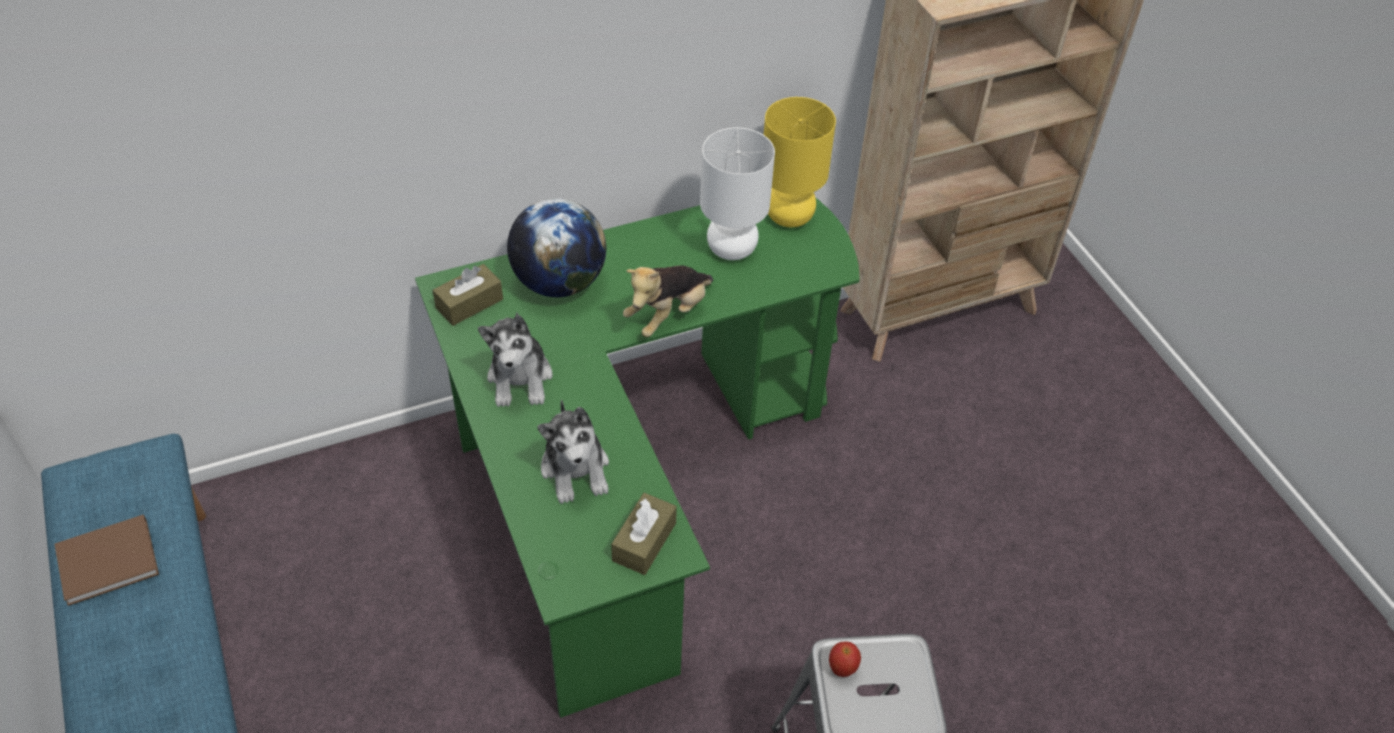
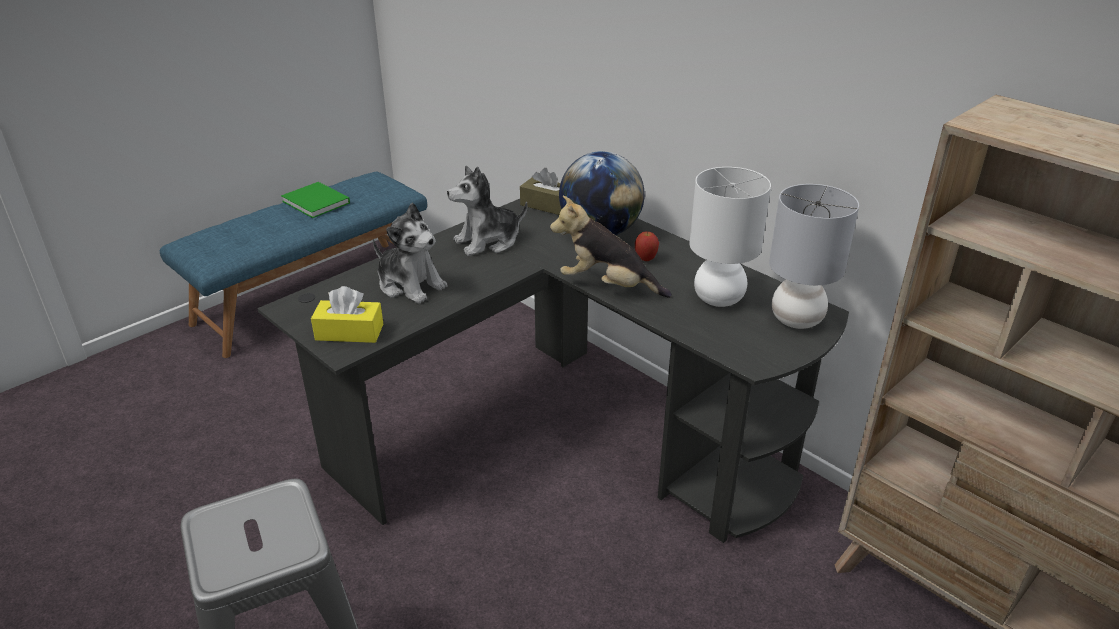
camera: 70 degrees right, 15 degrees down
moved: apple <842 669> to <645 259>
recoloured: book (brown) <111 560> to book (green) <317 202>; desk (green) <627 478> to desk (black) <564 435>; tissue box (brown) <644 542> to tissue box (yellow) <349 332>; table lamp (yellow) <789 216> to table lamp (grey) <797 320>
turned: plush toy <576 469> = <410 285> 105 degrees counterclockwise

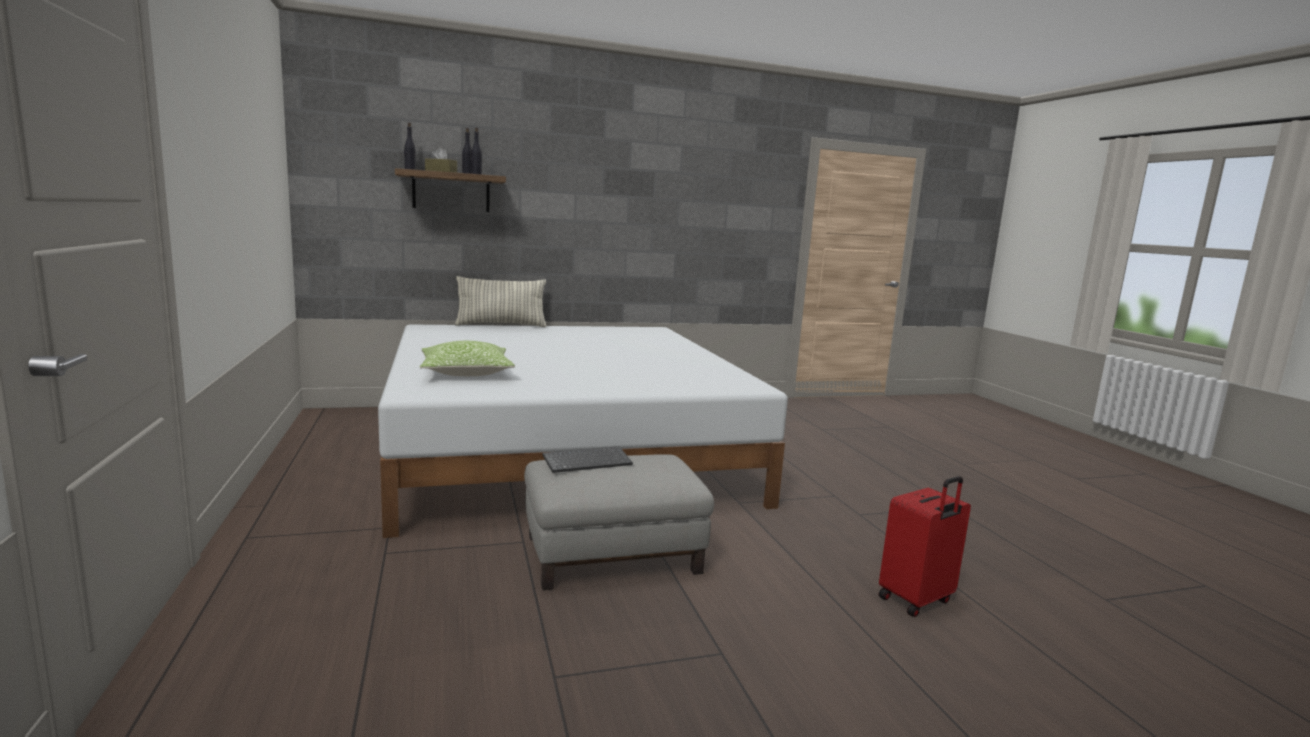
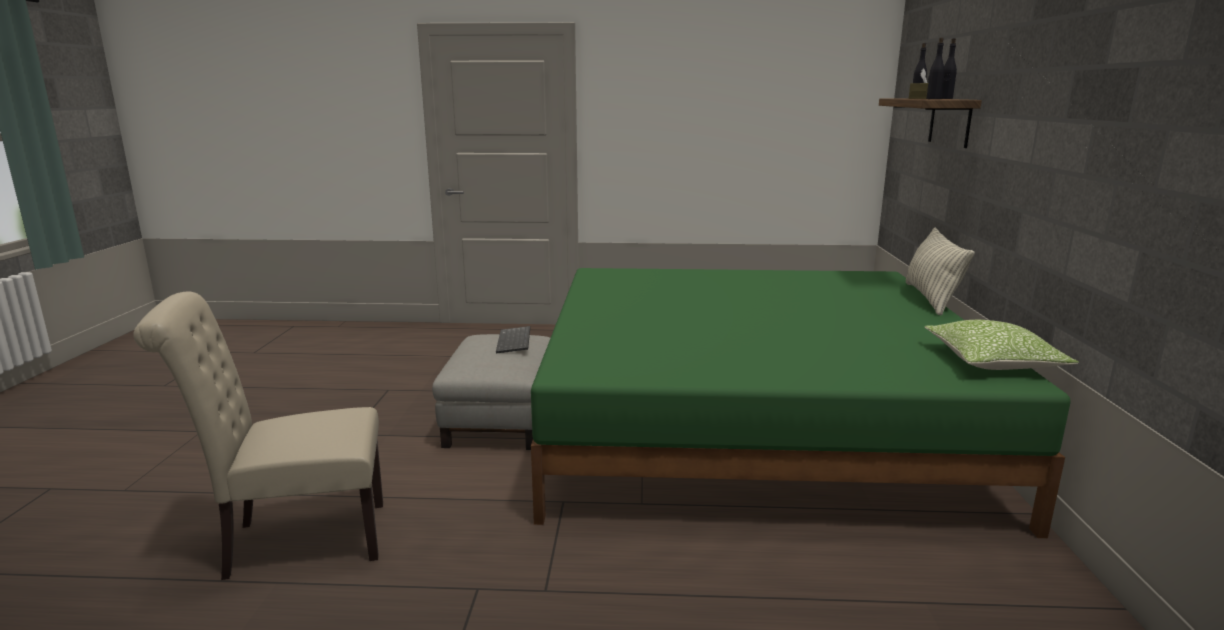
camera: 110 degrees right, 5 degrees up
moved: pillow <466 372> to <993 361>
replaced: suitcase (red) <916 600> to chair (beige) <296 541>
recoloured: bed (white) <564 450> to bed (green) <752 425>

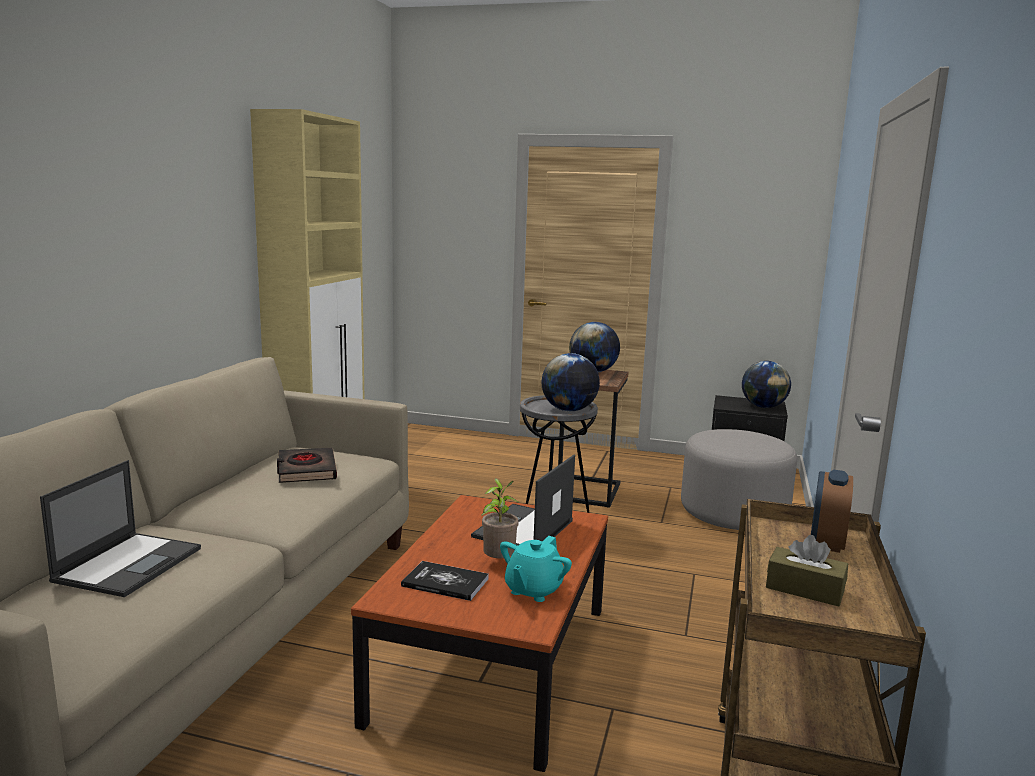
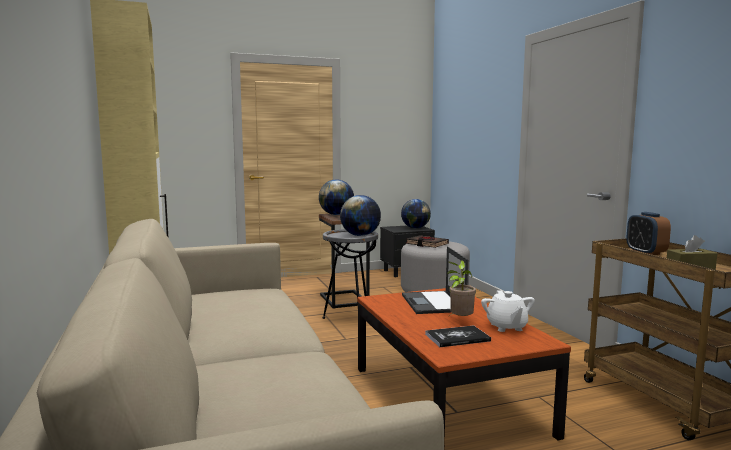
camera: 35 degrees left, 5 degrees down
removed: laptop <129 564>
moved: book (black) <306 470> to <427 244>
recoloured: teapot (turquoise) <533 590> to teapot (white) <506 327>

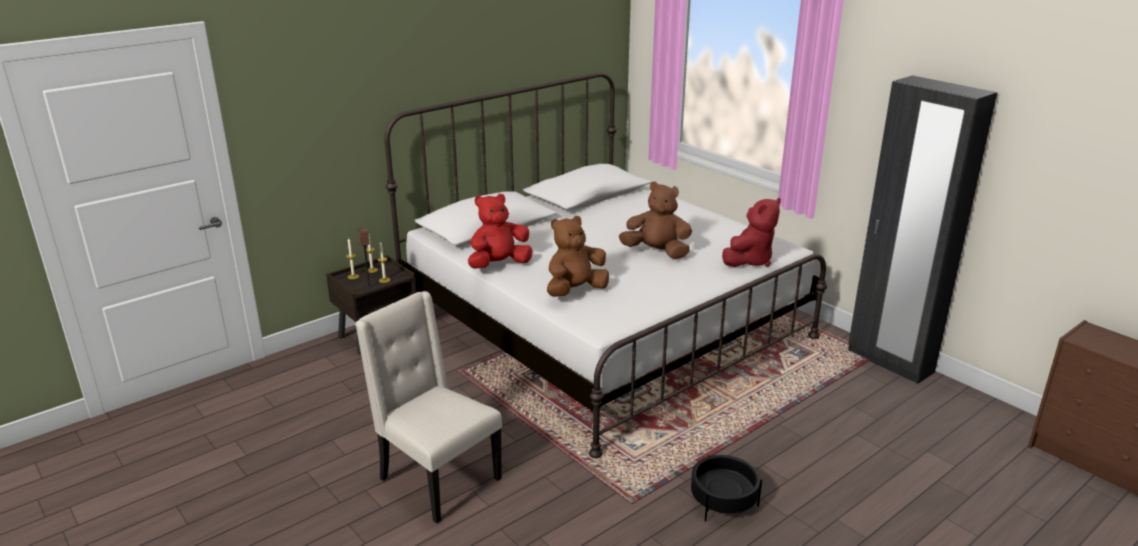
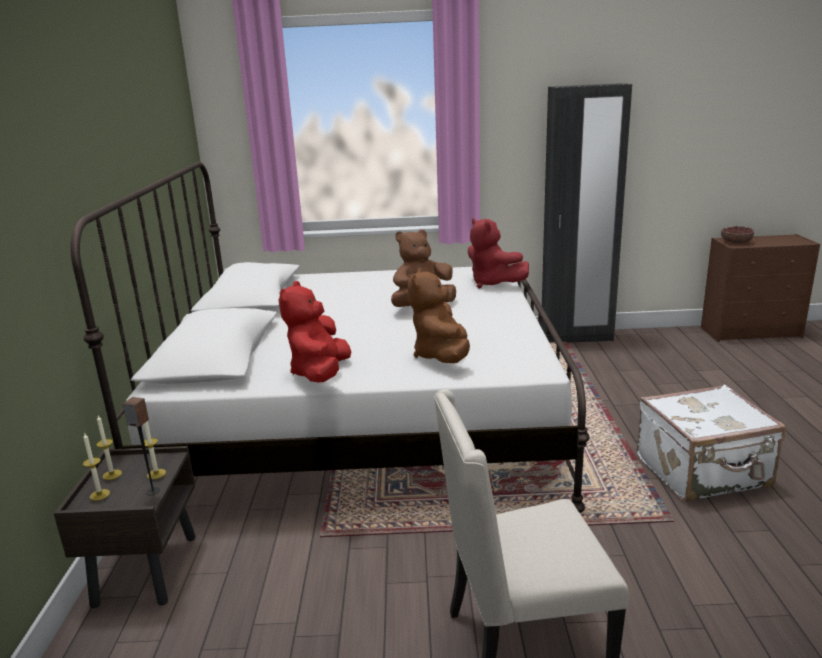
camera: 50 degrees left, 5 degrees down
added: bowl <736 242>
replaced: planter (black) <723 502> to suitcase (white) <703 473>
turned: plush toy (red) <749 260> = <493 283> 150 degrees clockwise

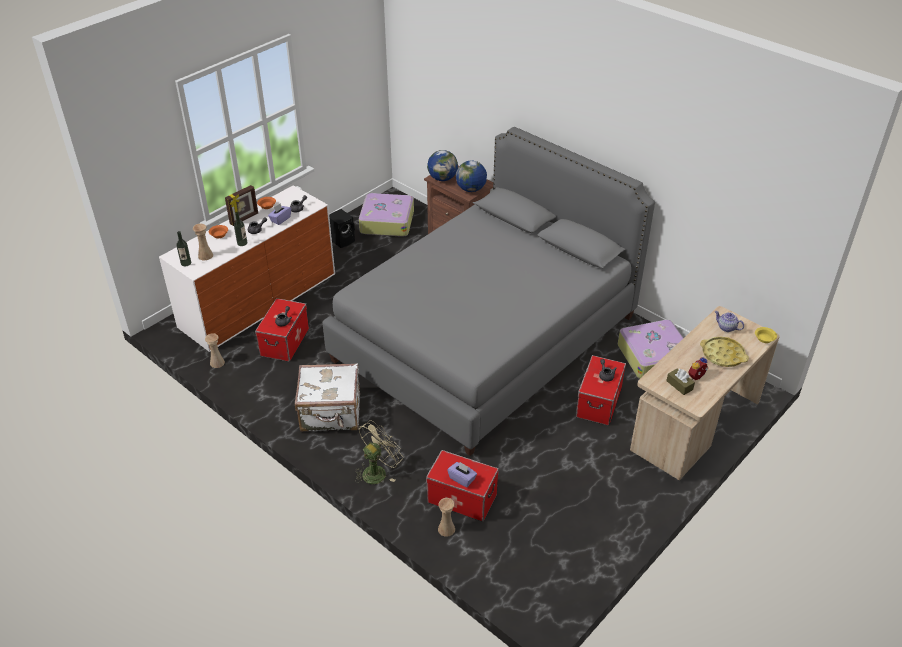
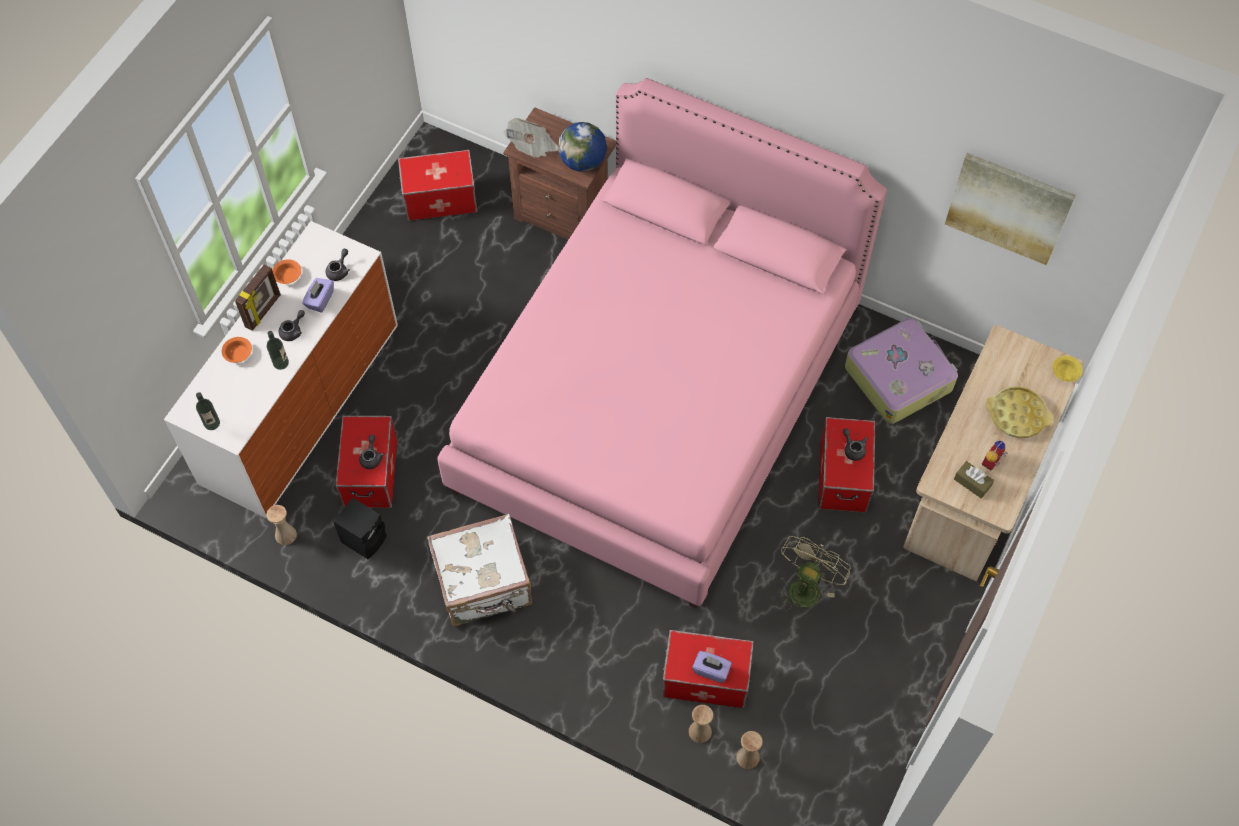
camera: 15 degrees left, 20 degrees up
removed: teapot <726 328>
added: picture <1009 207>
moved: vase (beige) <205 255> to <747 757>; speaker (black) <343 240> to <365 538>; fan (beige) <377 471> to <806 586>
replaced: suitcase <386 221> to storage box <440 199>; globe <442 178> to newspaper <532 147>
recoloured: bed (grey) <485 338> to bed (pink) <657 398>

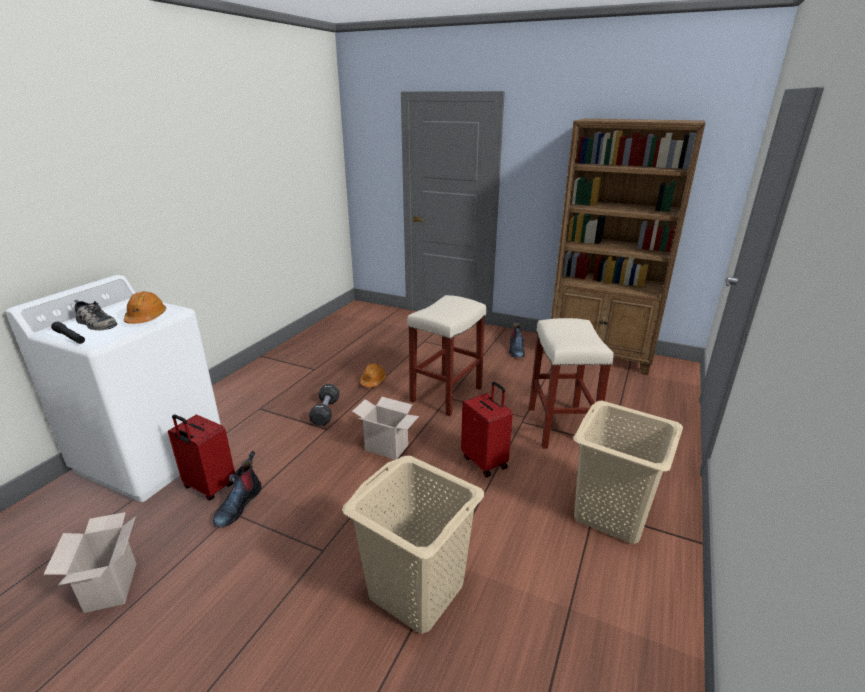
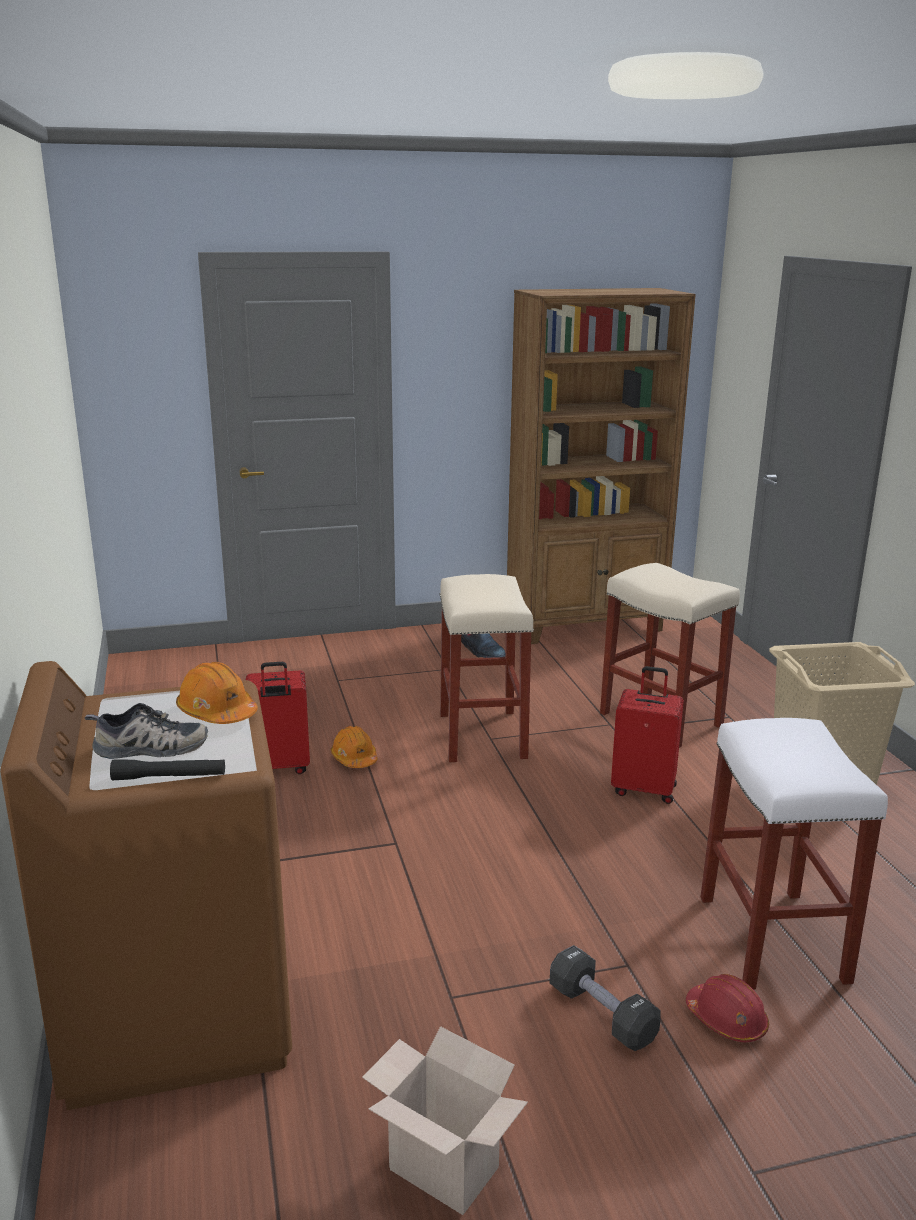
camera: 40 degrees left, 5 degrees down
removed: boot <238 505>; cardboard box <388 447>
added: hard hat (red) <726 1020>
moved: suitcase (red) <209 487> to <279 768>; dumbbell (black) <325 412> to <602 1014>
replaced: laundry basket (beige) <416 591> to stool (white) <774 940>
recoloured: washing machine (white) <152 456> to washing machine (brown) <176 1011>

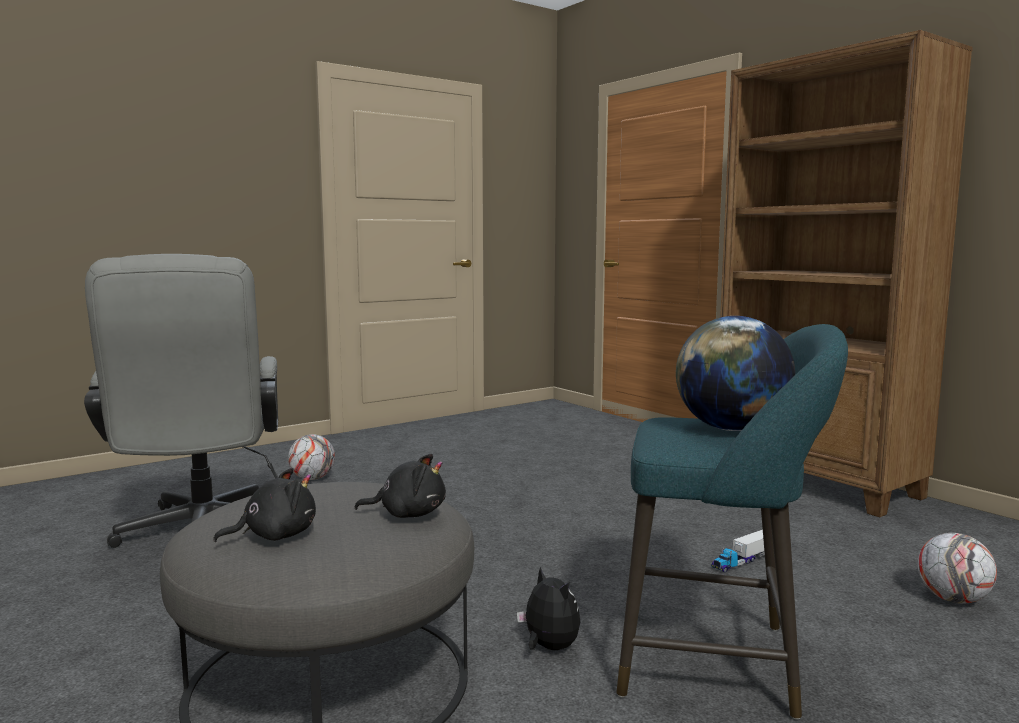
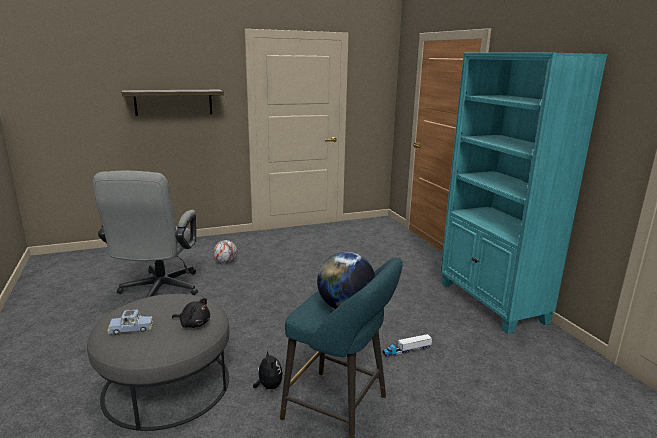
camera: 15 degrees right, 10 degrees up
removed: football <953 599>
added: shelf <173 102>
replaced: plush toy (black) <275 536> to toy car (blue) <131 329>
recoloured: bookcase (brown) <816 483> to bookcase (turquoise) <491 303>

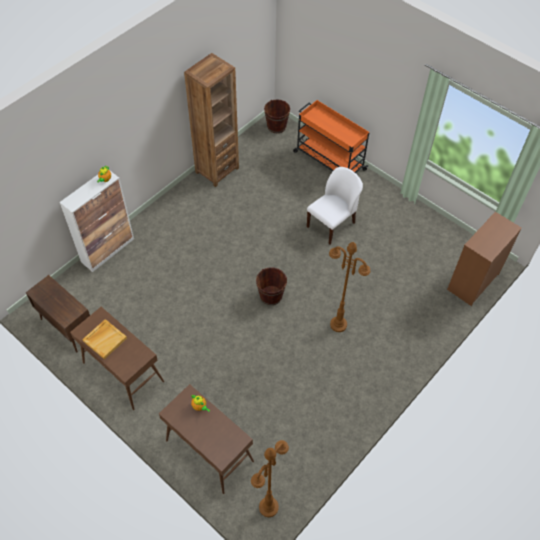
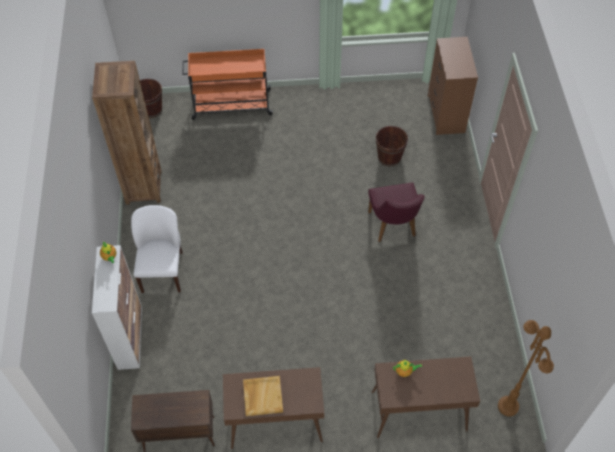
camera: 45 degrees left, 0 degrees up
moved: bucket (brown) <271 296> to <389 157>; chair (white) <332 224> to <162 271>
replaced: floor lamp (brown) <338 324> to chair (purple) <393 227>

